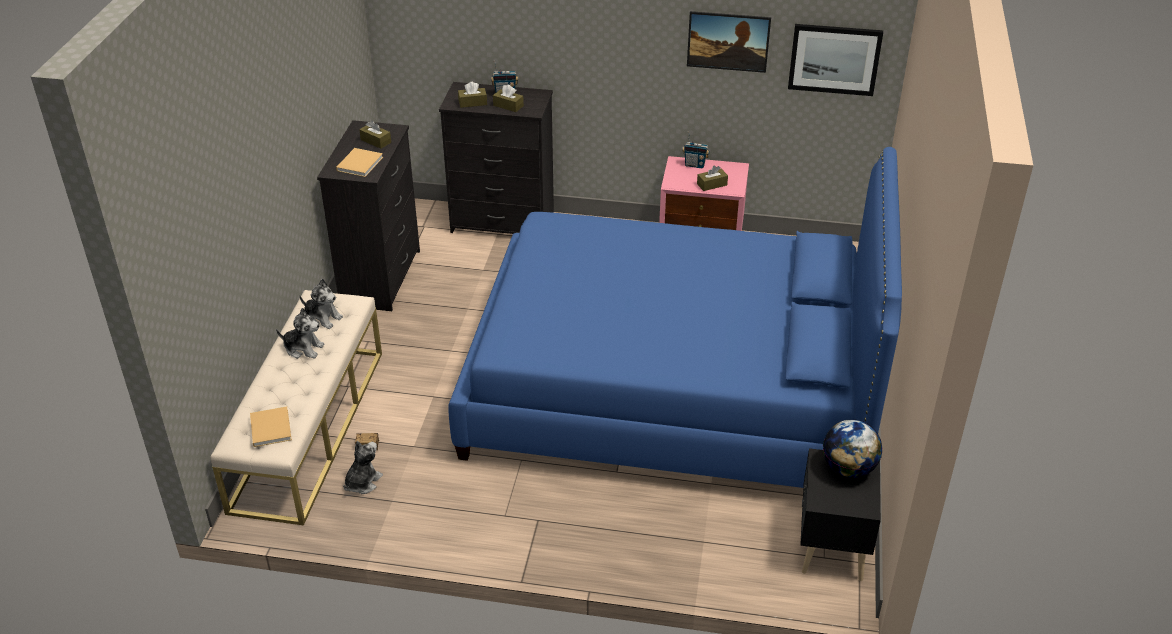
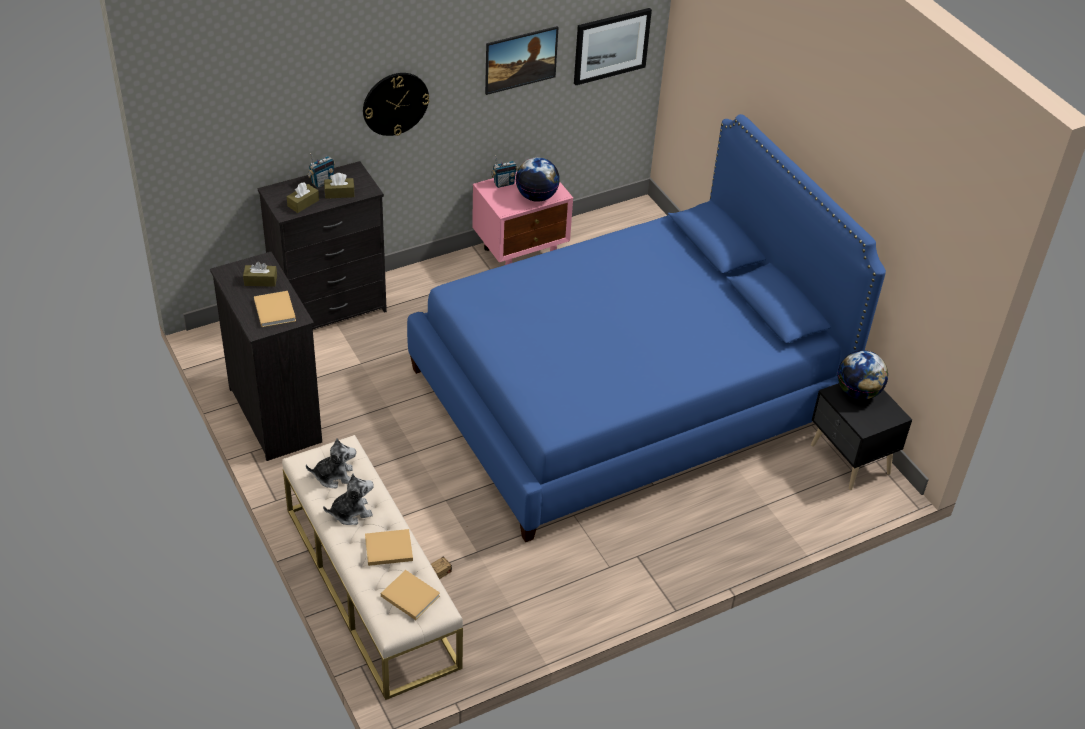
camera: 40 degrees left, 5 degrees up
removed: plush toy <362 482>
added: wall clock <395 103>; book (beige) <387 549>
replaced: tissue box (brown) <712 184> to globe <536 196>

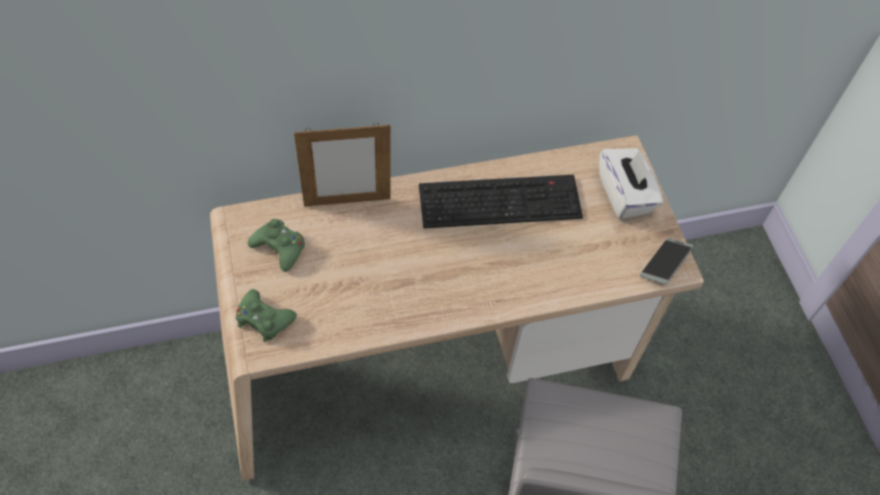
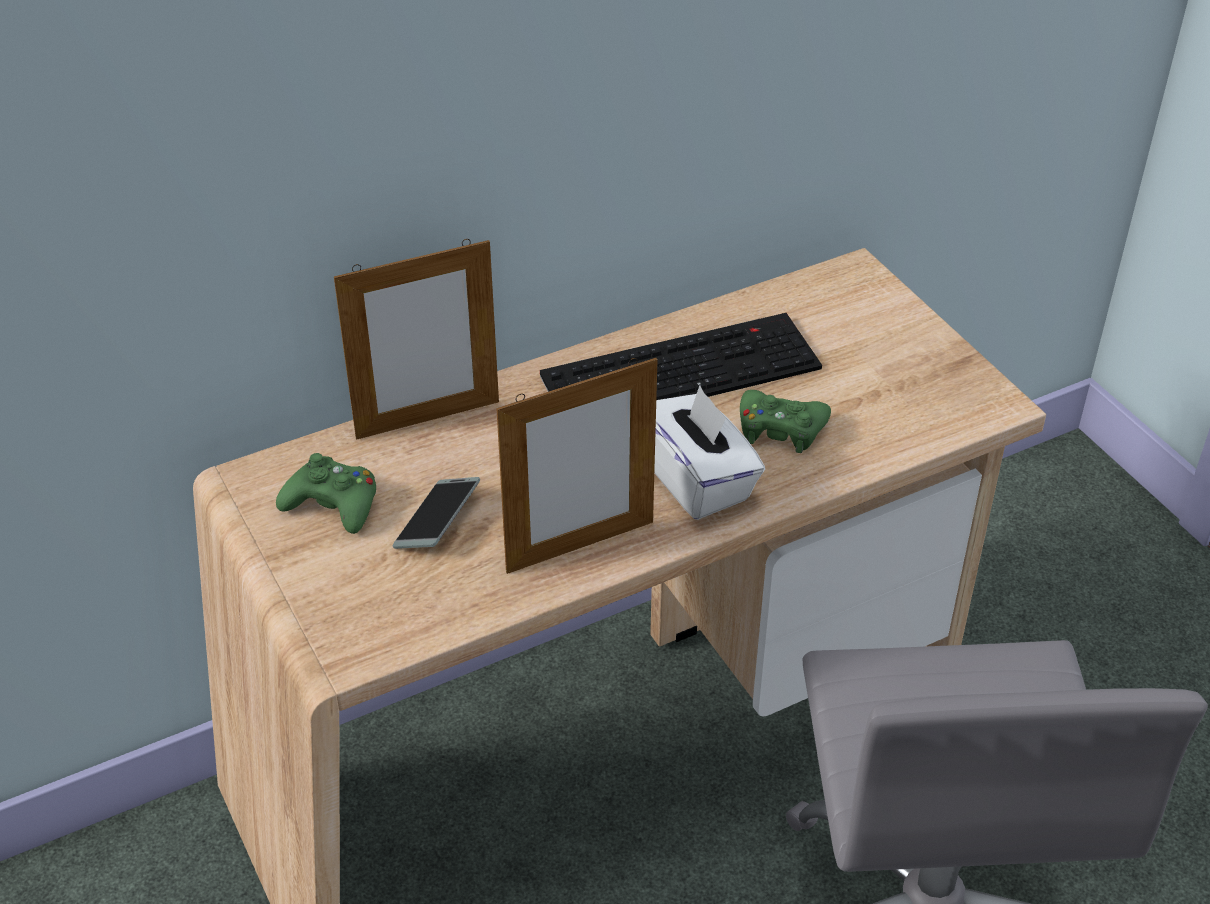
camera: 10 degrees left, 15 degrees down
added: picture frame <580 546>
moved: game controller (green) <264 319> to <780 429>; tissue box (white) <625 195> to <696 480>; phone <664 264> to <437 521>

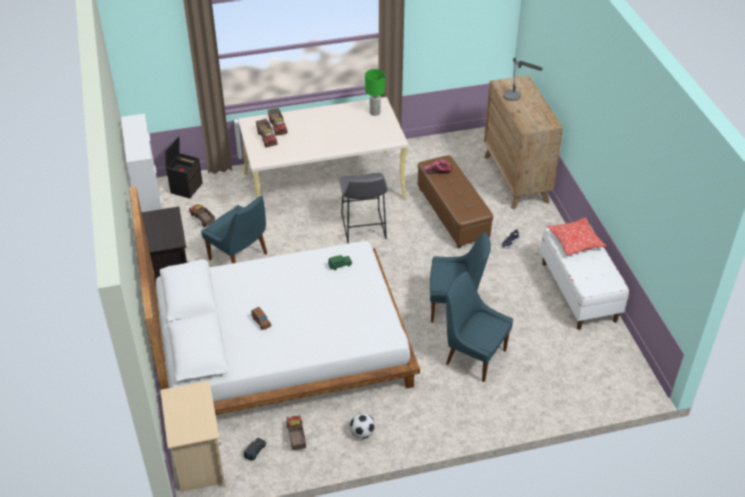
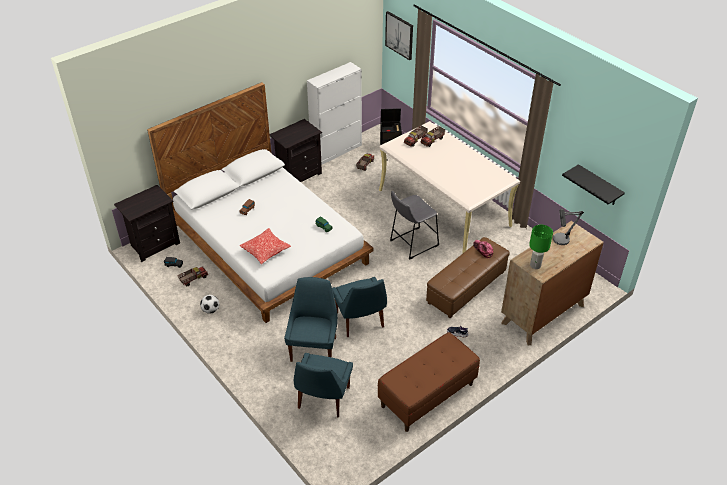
camera: 65 degrees right, 0 degrees up
added: picture <399 35>; shelf (black) <599 186>
moved: chair (blue) <240 257> to <323 399>; table lamp (green) <375 113> to <535 265>; pillow <575 242> to <265 250>
recoloured: nightstand (beige) <198 464> to nightstand (black) <154 244>; bench (white) <579 292> to bench (brown) <427 395>

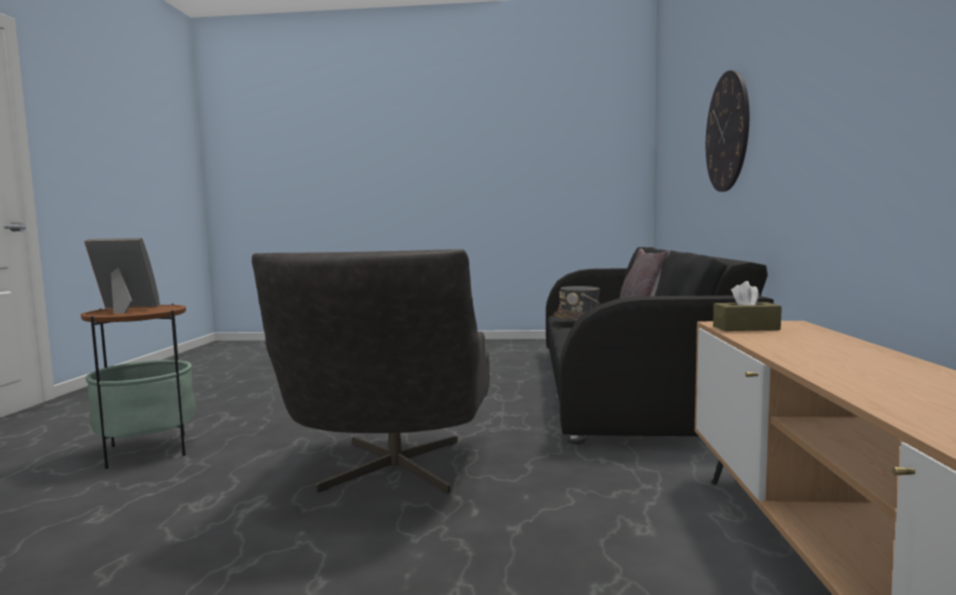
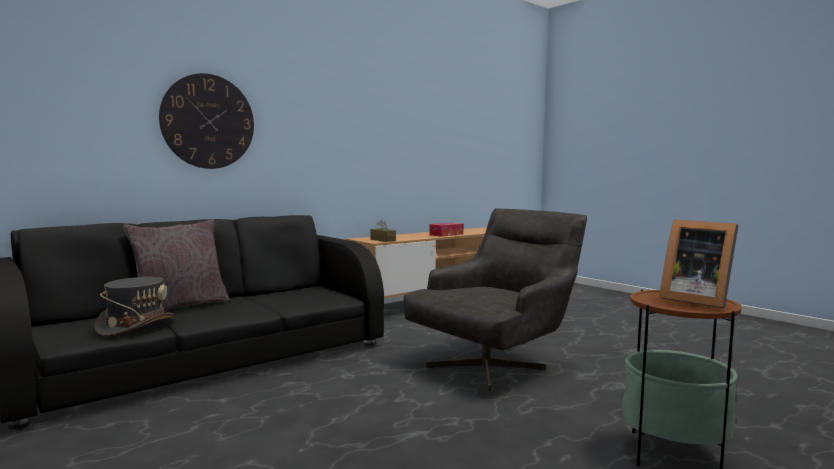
camera: 135 degrees left, 0 degrees up
added: tissue box <446 234>

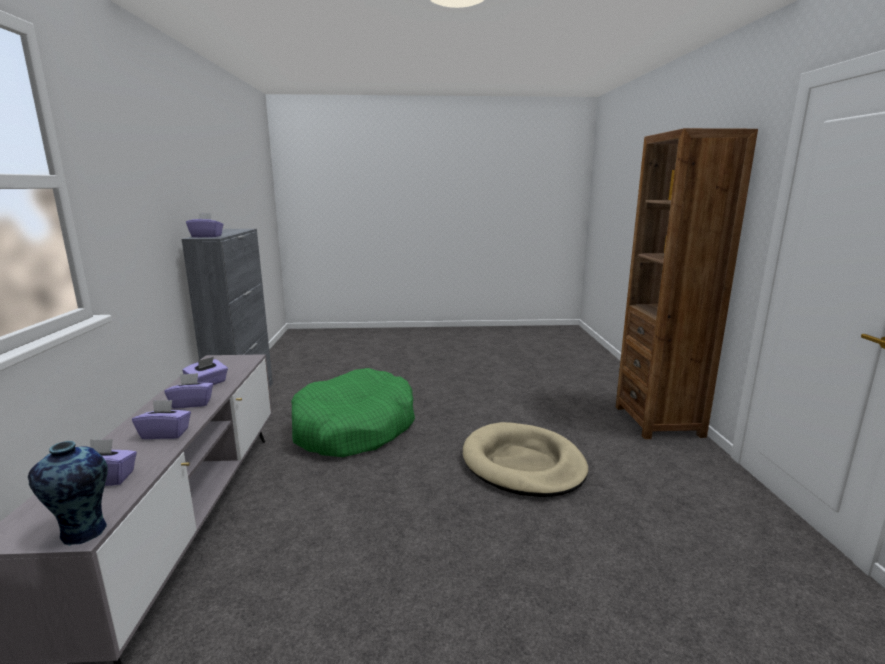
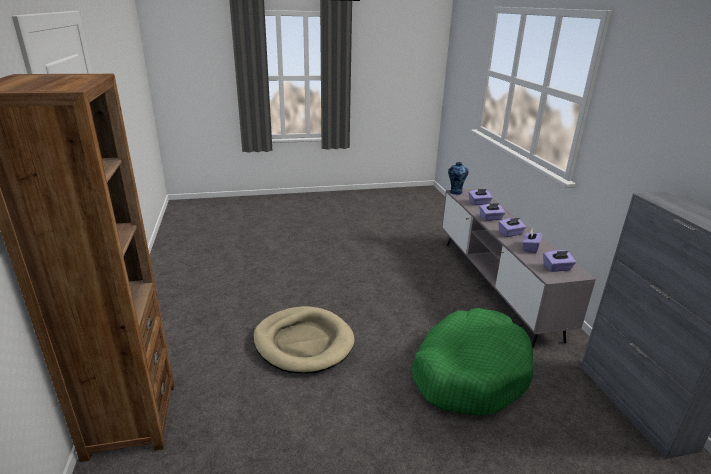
camera: 170 degrees right, 10 degrees up
moved: tissue box (purple) <206 236> to <557 268>

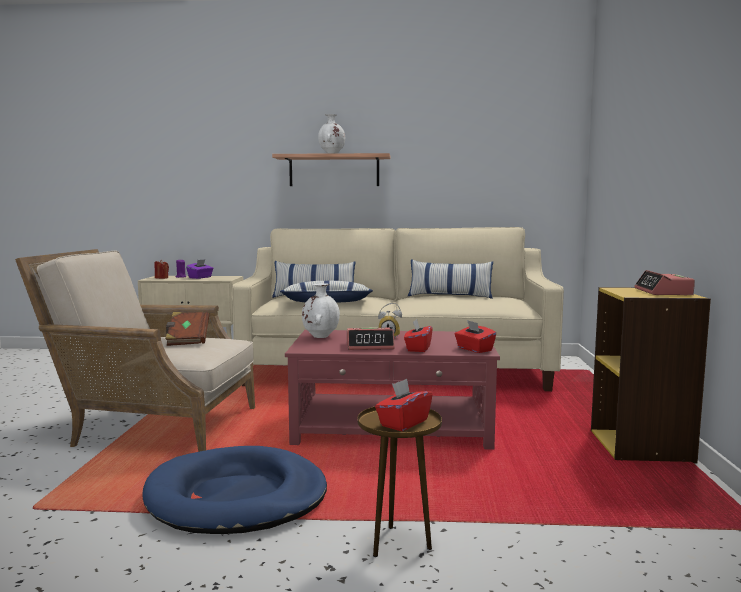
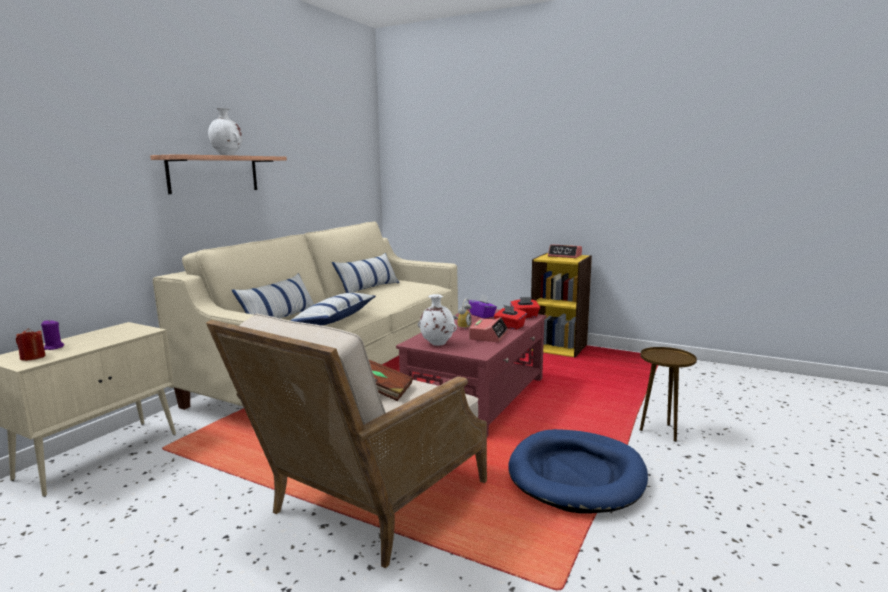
camera: 65 degrees left, 5 degrees up
removed: tissue box (red) <403 423>
moved: tissue box (purple) <200 277> to <482 315>

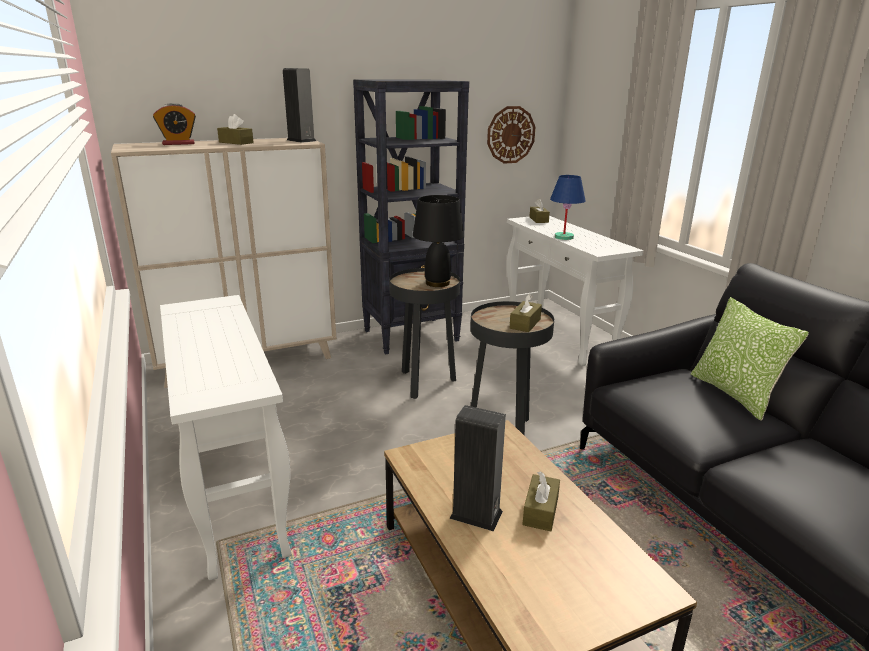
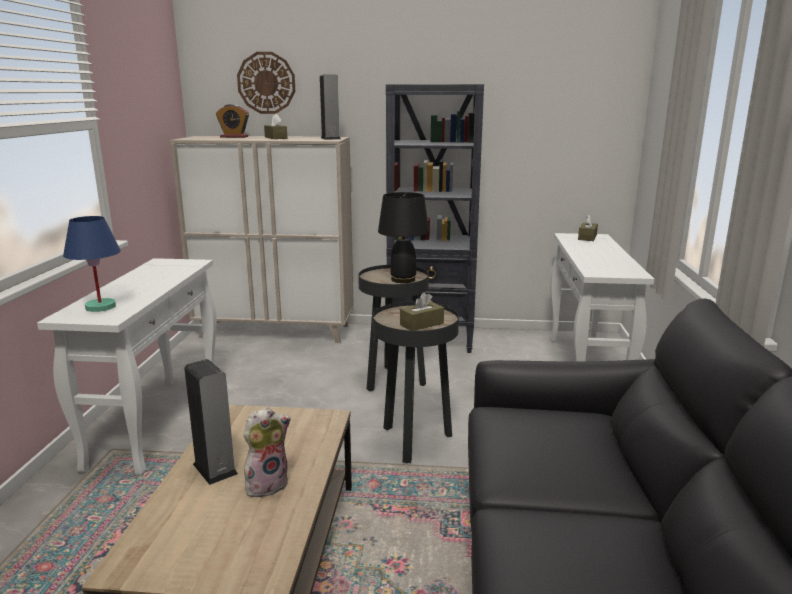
camera: 30 degrees right, 5 degrees down
removed: pillow <734 394>
moved: wall clock <510 135> to <266 83>; table lamp (blue) <564 237> to <101 307>
replaced: tissue box (brown) <540 511> to plush toy <267 484>

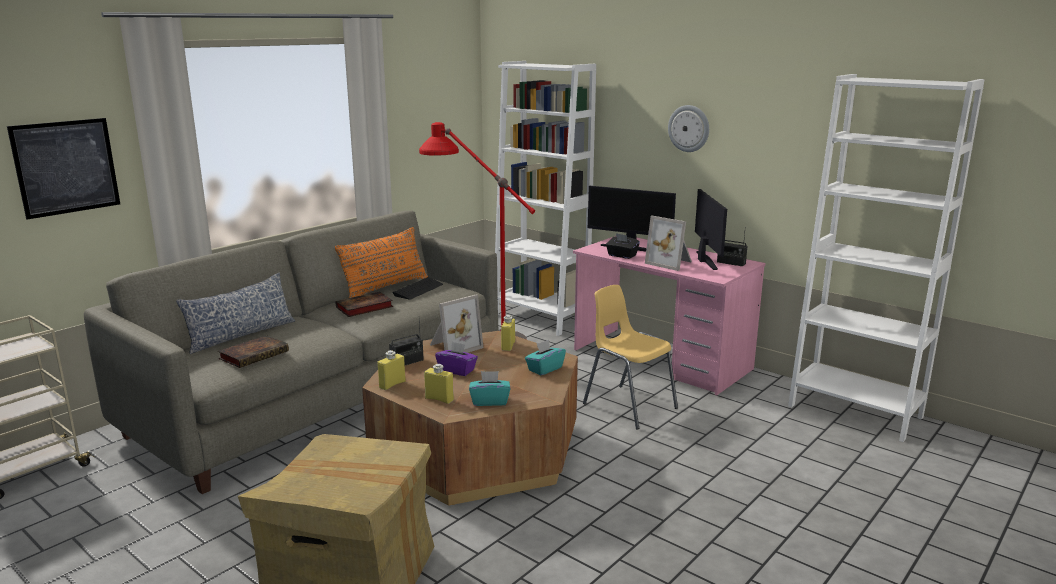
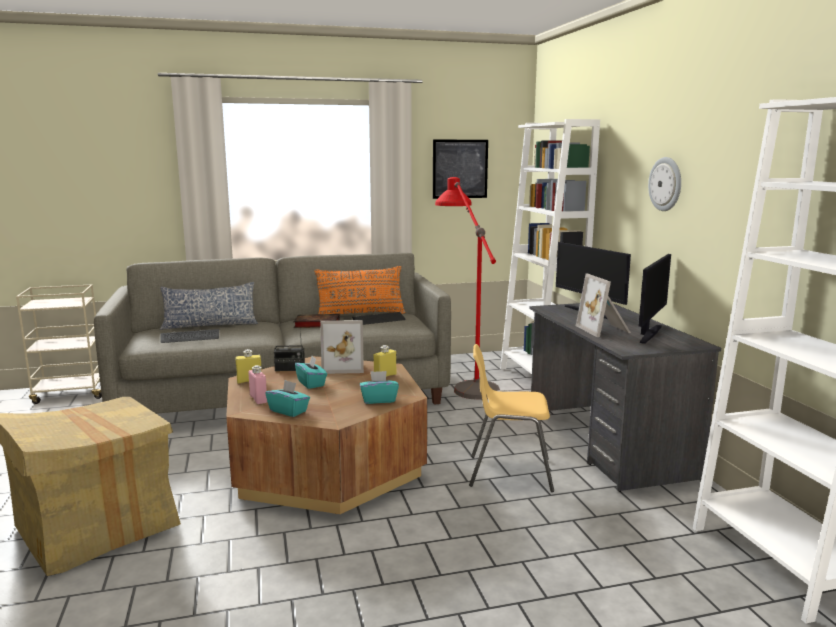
camera: 35 degrees right, 5 degrees down
removed: tissue box (black) <622 255>; radio <731 263>
moved: picture <66 167> to <460 169>
replaced: book <255 355> to keyboard <190 338>
recoloured: bottle (yellow) <439 399> to bottle (pink) <258 399>; tissue box (purple) <457 370> to tissue box (turquoise) <311 383>; desk (pink) <661 360> to desk (grey) <606 442>
turned: chair (yellow) <628 406> = <509 472> 75 degrees counterclockwise

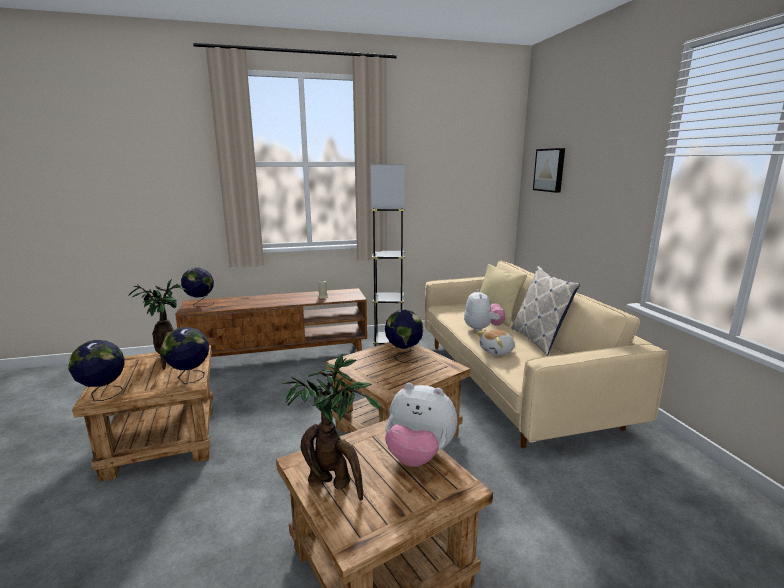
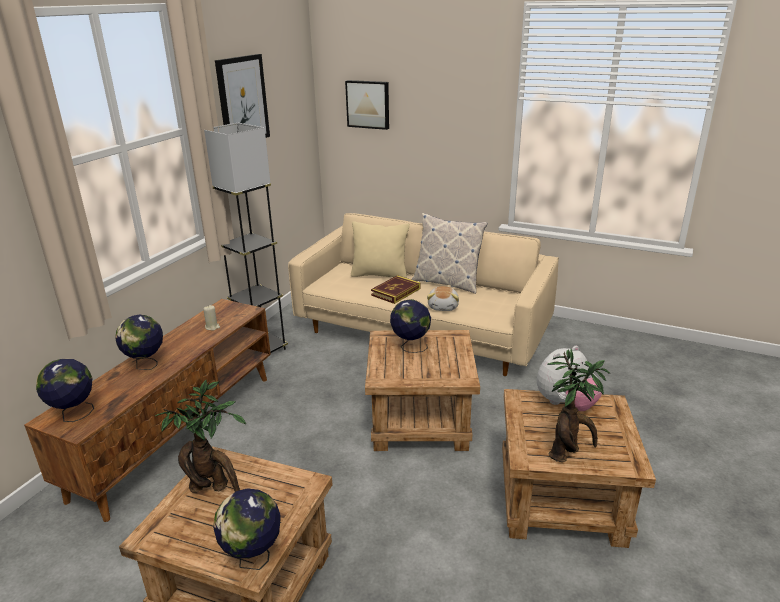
camera: 50 degrees left, 10 degrees up
added: picture <242 101>
moved: globe <190 378> to <146 365>
replaced: plush toy <482 329> to book <396 292>

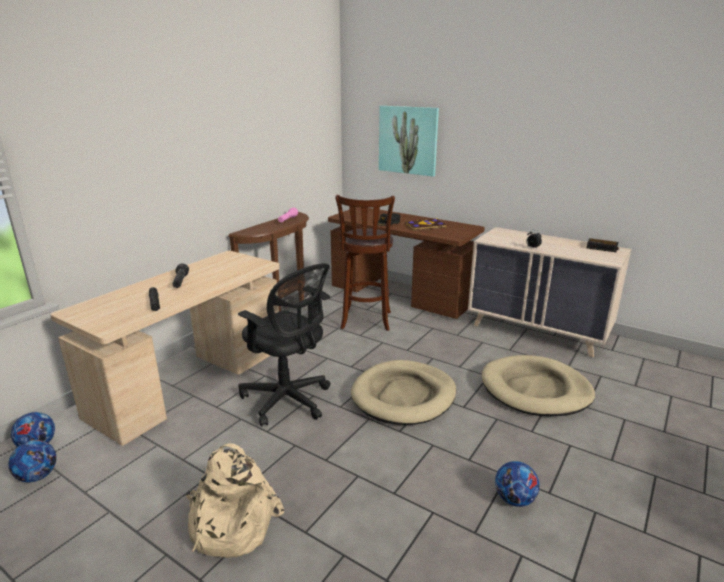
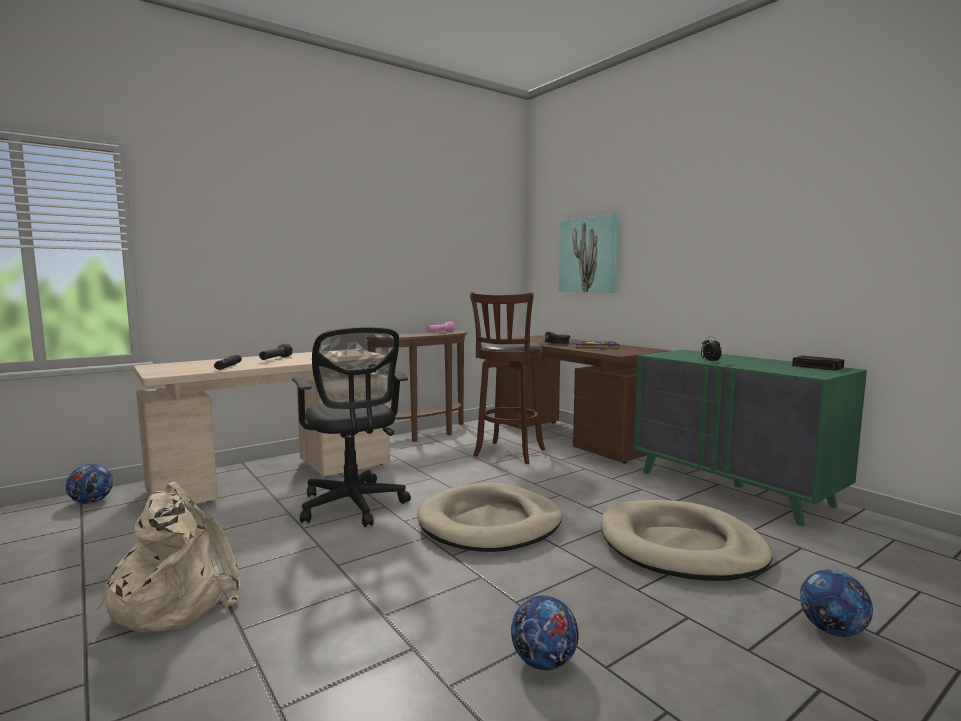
camera: 20 degrees right, 15 degrees down
moved: football <38 476> to <832 630>
recoloured: dresser (beige) <538 331> to dresser (green) <733 488>

